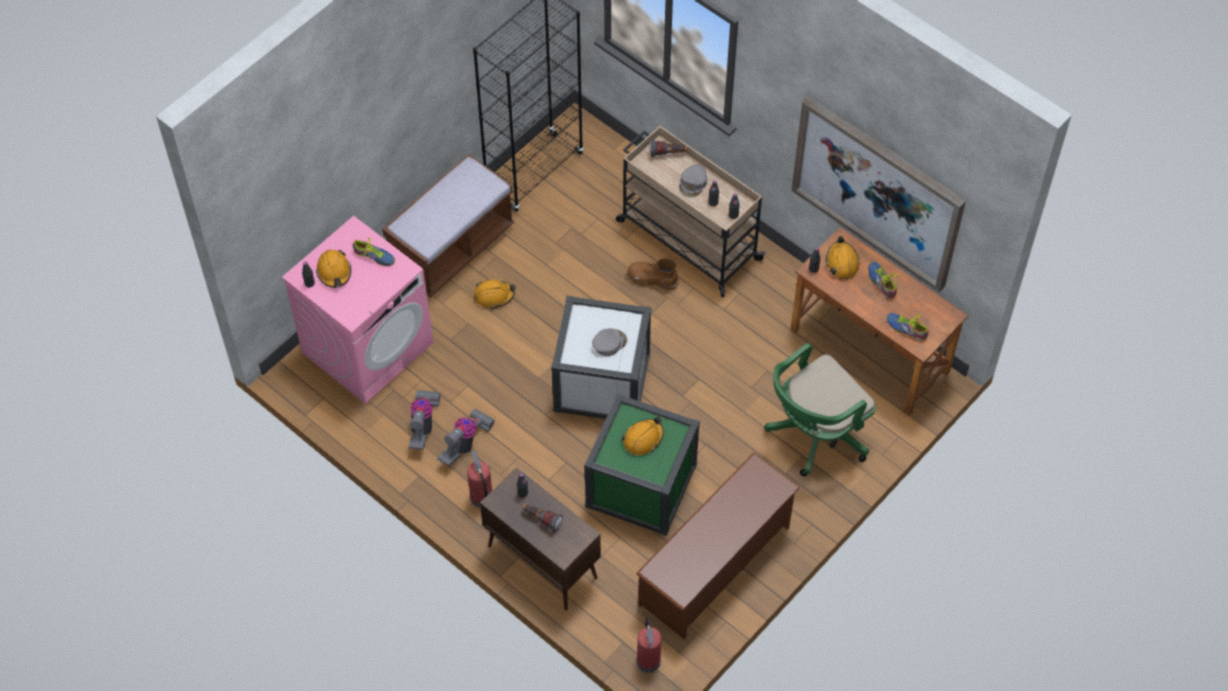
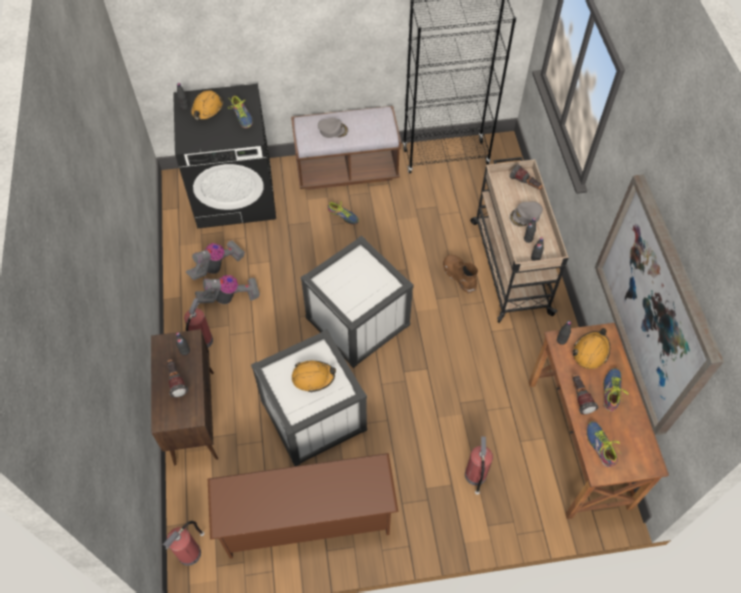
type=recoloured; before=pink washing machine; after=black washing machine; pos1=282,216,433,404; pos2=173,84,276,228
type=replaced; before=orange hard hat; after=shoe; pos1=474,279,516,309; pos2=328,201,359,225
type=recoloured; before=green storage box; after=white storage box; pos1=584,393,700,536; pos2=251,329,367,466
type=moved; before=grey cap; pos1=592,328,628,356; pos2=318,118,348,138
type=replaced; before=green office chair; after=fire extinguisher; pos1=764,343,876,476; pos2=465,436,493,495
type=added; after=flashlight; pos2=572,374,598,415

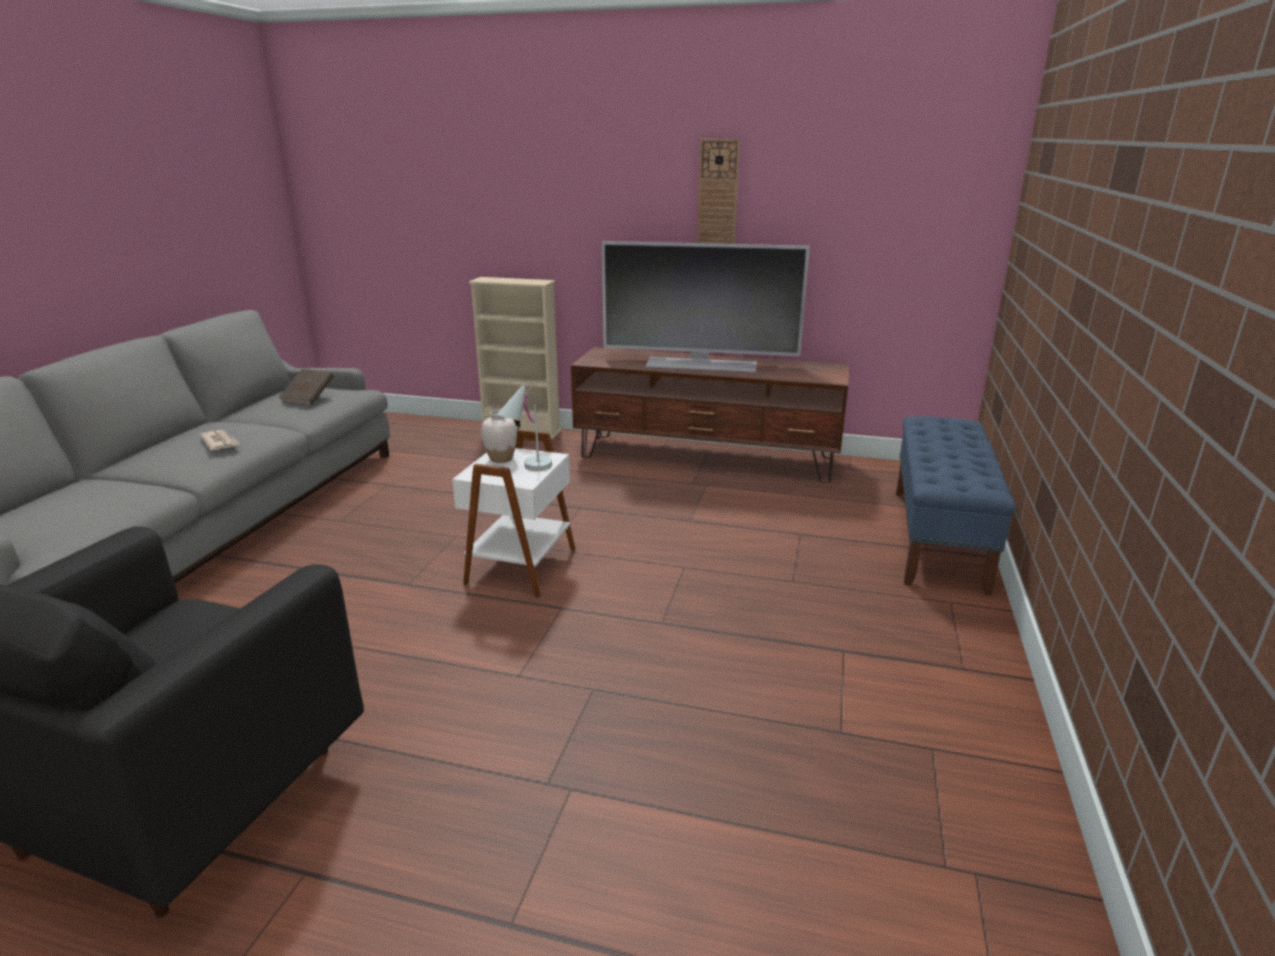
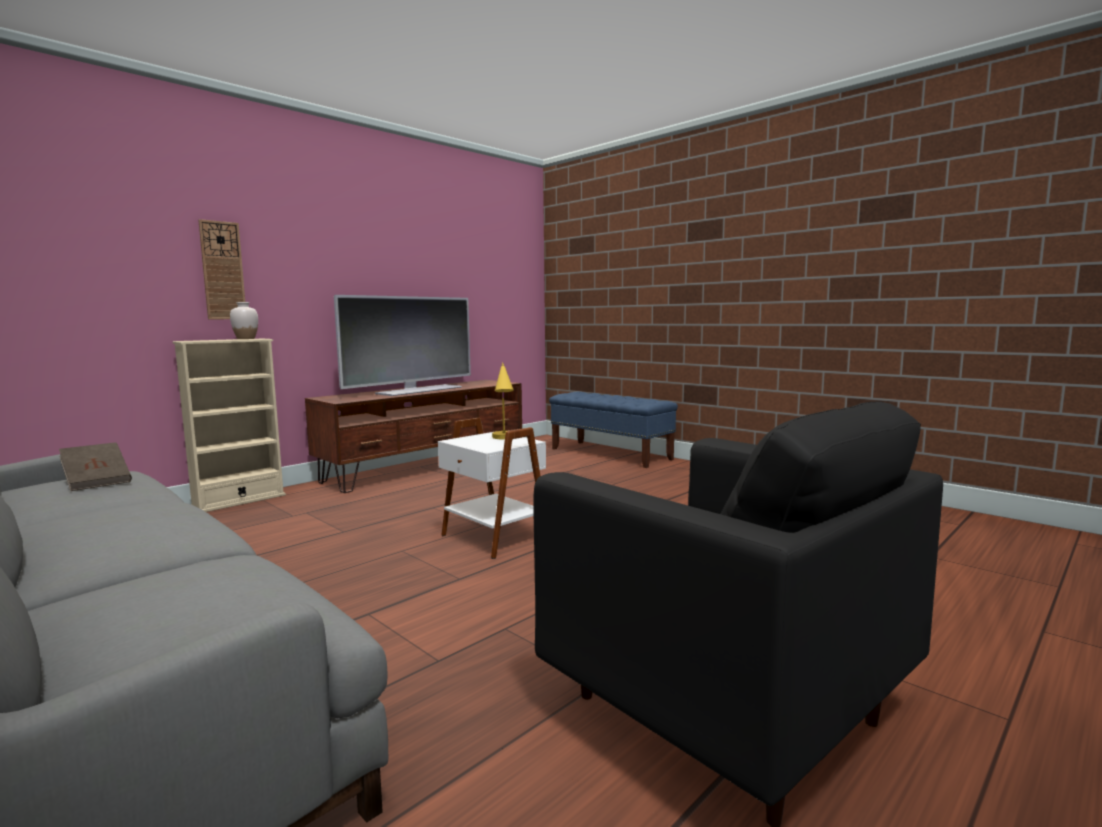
type=removed; before=newspaper; pos1=199,430,240,450
type=moved; before=white vase; pos1=481,410,517,463; pos2=230,302,258,339
type=recoloured; before=white table lamp; after=yellow table lamp; pos1=497,381,552,471; pos2=492,362,514,439
type=moved; before=wall clock; pos1=697,139,740,244; pos2=198,219,245,320

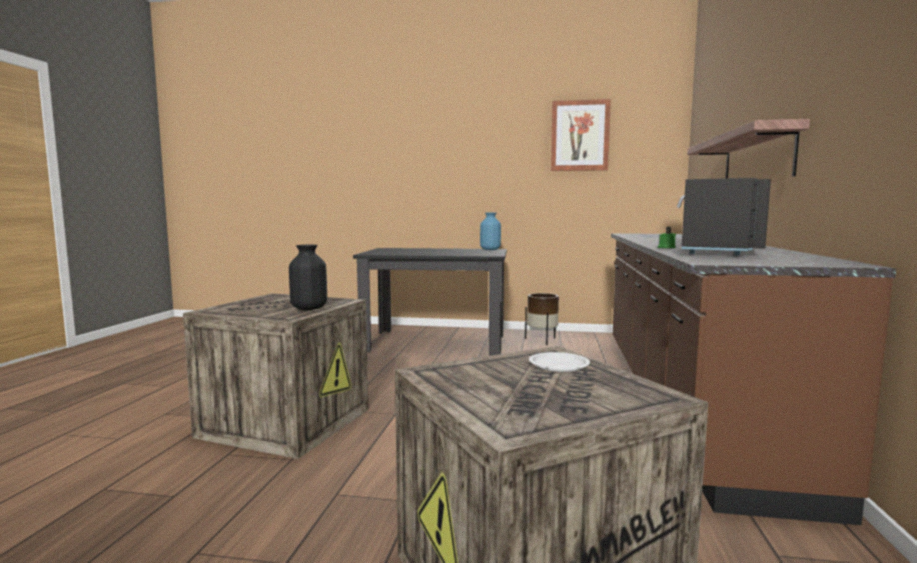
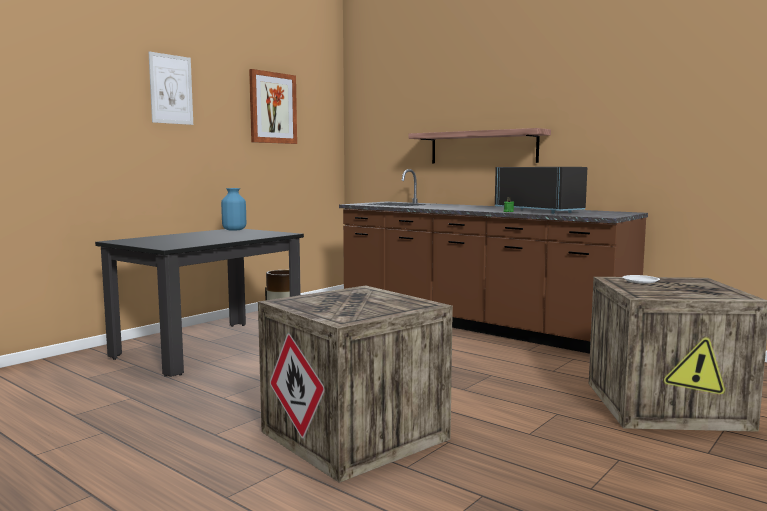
type=removed; before=black vase; pos1=289,245,327,310
type=added; after=picture; pos2=149,51,193,125

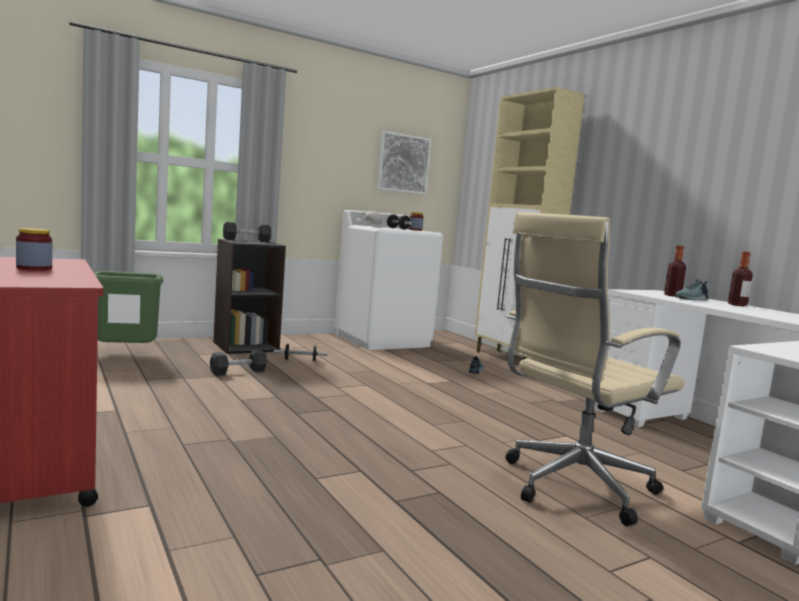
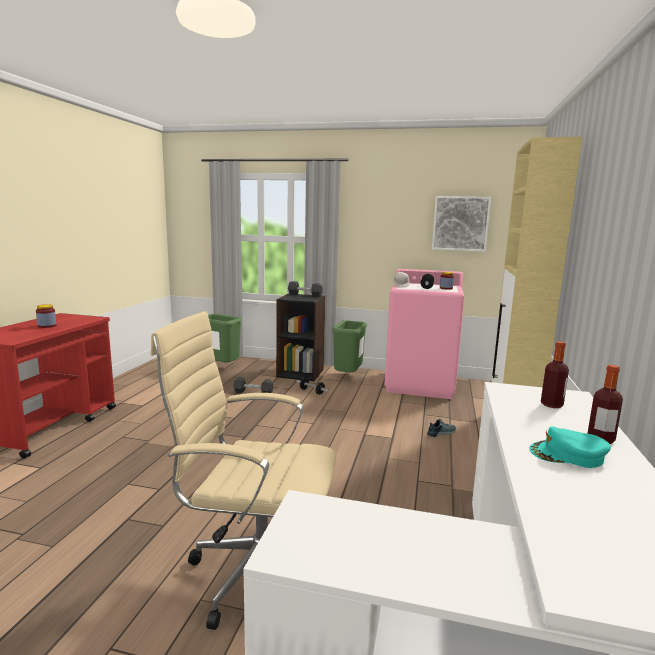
type=recoloured; before=white washing machine; after=pink washing machine; pos1=334,210,443,350; pos2=384,269,465,399
type=removed; before=shoe; pos1=674,279,708,300
type=added; after=green trash can; pos2=332,320,367,372
type=added; after=turquoise cap; pos2=529,427,611,468

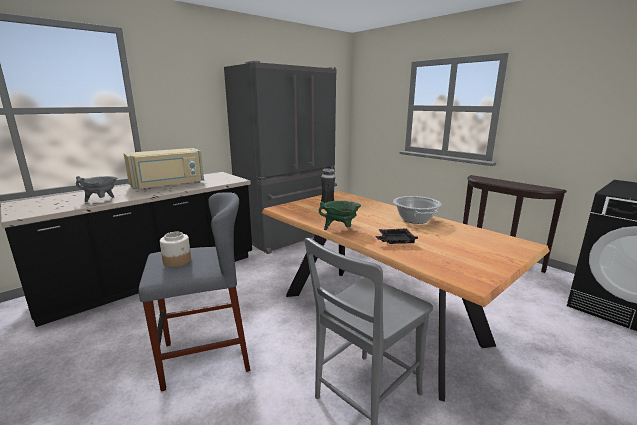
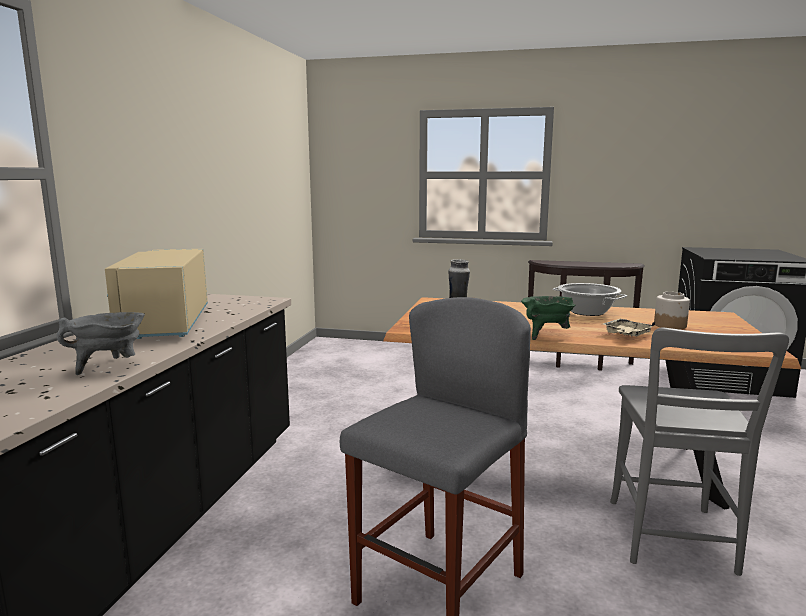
type=turned; before=beige microwave; pos1=124,148,204,190; pos2=105,249,208,339; turn=150
type=moved; before=jar; pos1=160,232,191,267; pos2=654,292,690,329
type=removed; before=grey fridge; pos1=224,61,337,254
type=recoloured; before=black tray; after=beige tray; pos1=375,229,418,244; pos2=603,319,655,337

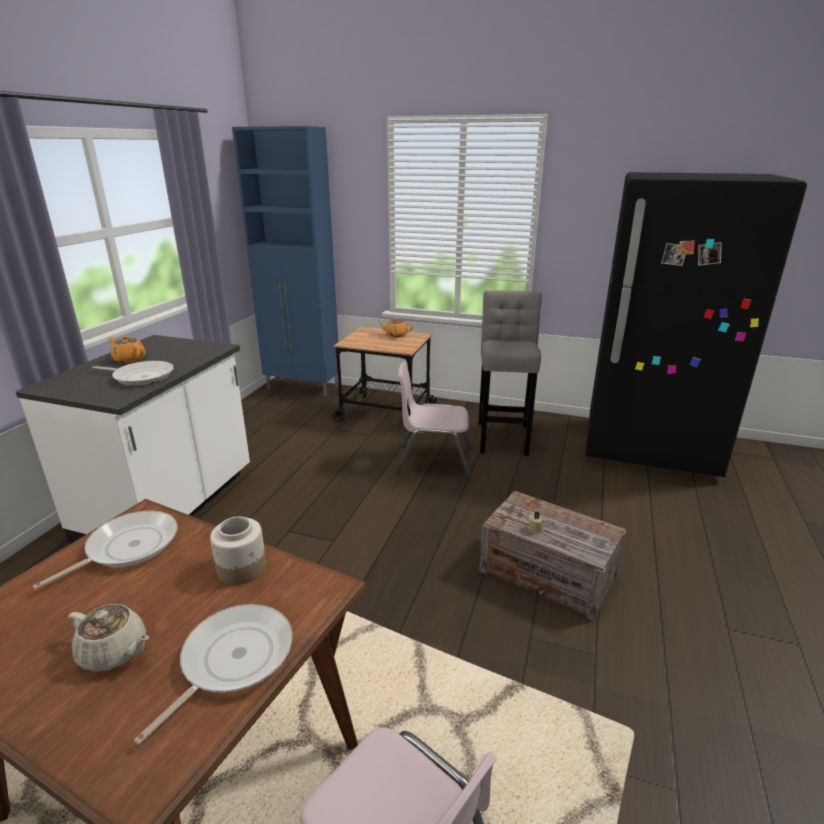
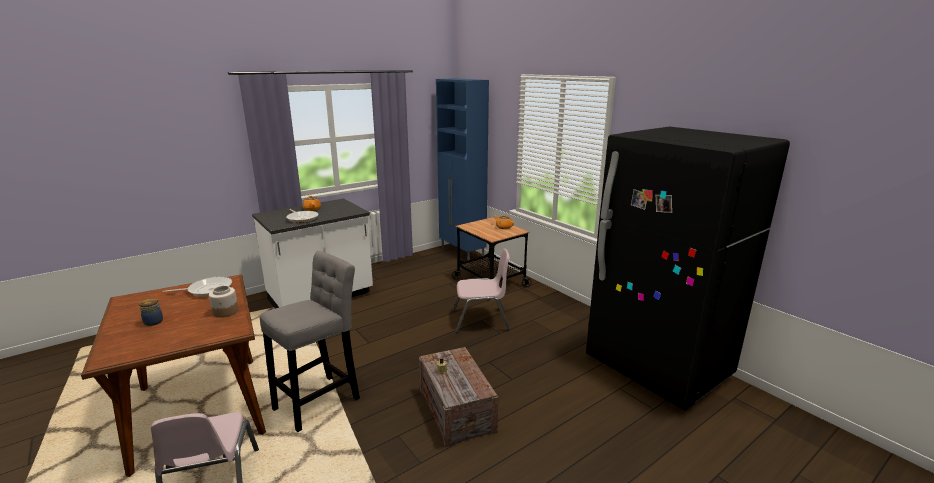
type=replaced; before=beige teapot; after=jar; pos1=68,604,149,672; pos2=139,298,163,326
type=removed; before=frying pan; pos1=134,604,293,745
type=turned; before=pink chair; pos1=396,362,472,479; pos2=453,248,510,333; turn=135
type=moved; before=grey stool; pos1=479,290,542,456; pos2=260,251,360,432

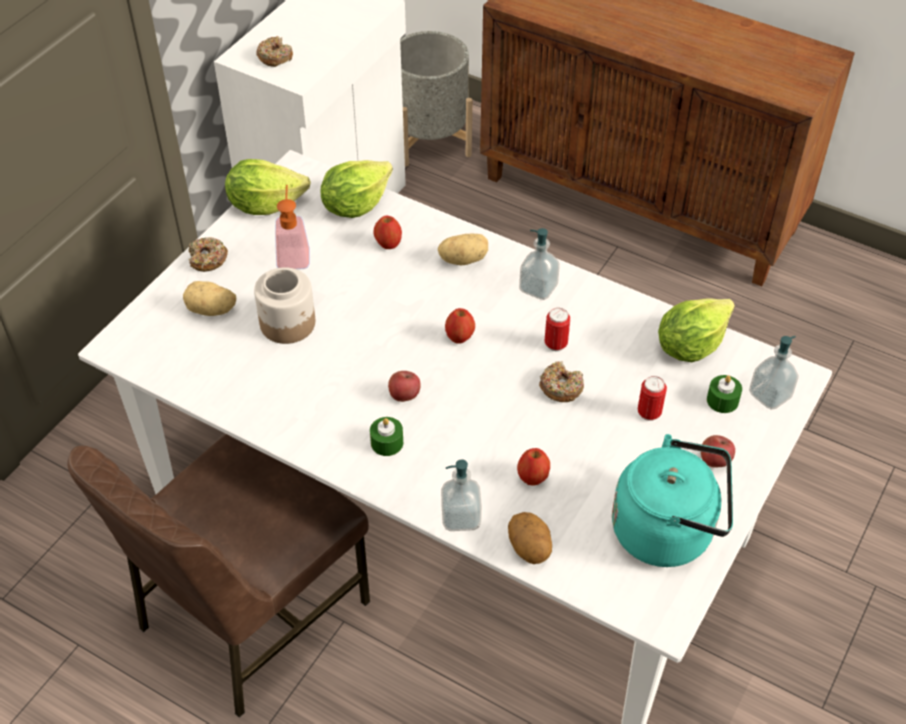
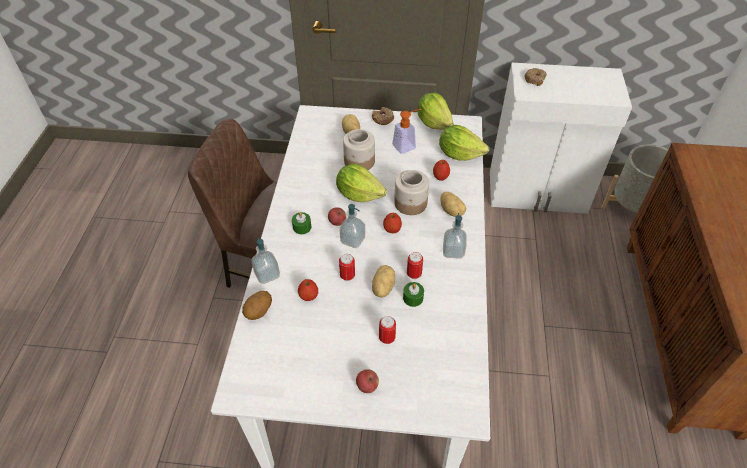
type=replaced; before=donut; after=potato; pos1=539,361,584,402; pos2=372,265,395,297
type=removed; before=turquoise kettle; pos1=612,434,733,567
type=moved; before=lettuce; pos1=658,298,735,362; pos2=336,164,387,202
type=moved; before=green candle; pos1=707,375,742,413; pos2=403,282,424,307
type=moved; before=soap dispenser; pos1=749,336,799,410; pos2=340,204,365,248
type=added; after=can; pos2=339,254,355,281
type=added; after=jar; pos2=394,170,429,215

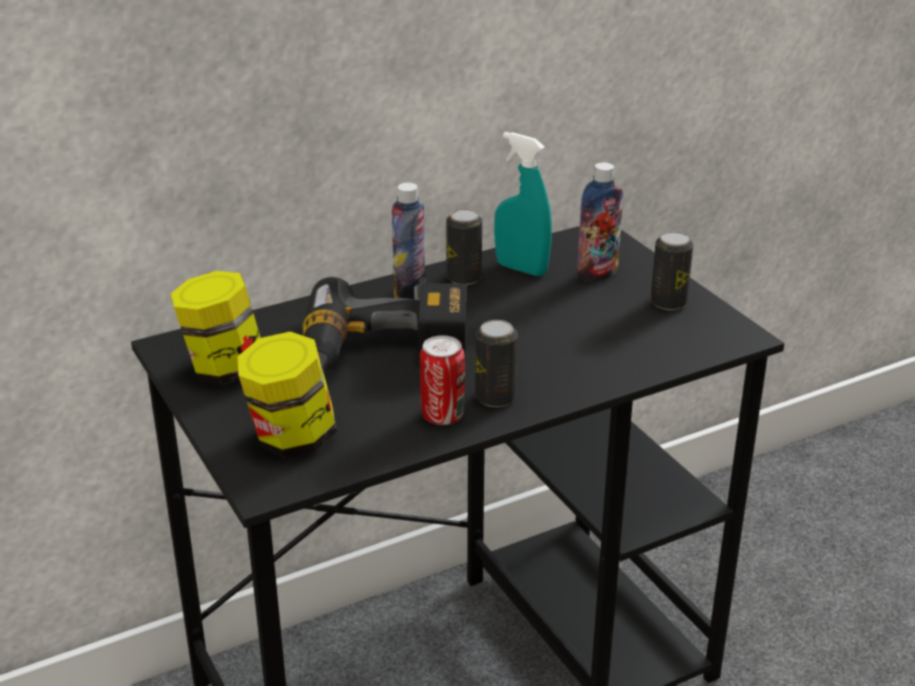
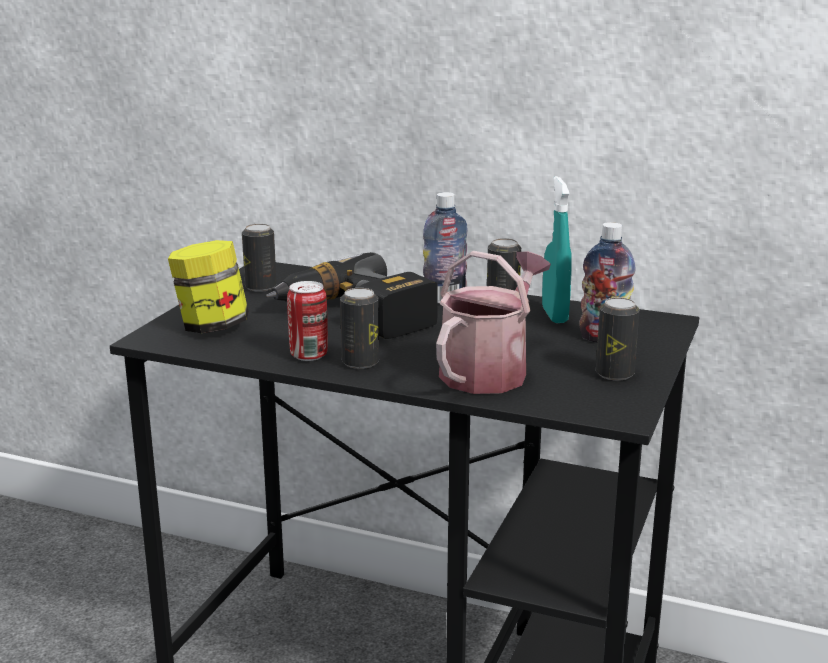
type=replaced; before=jar; after=can; pos1=170,271,261,385; pos2=242,224,277,292
type=added; after=watering can; pos2=436,251,551,394

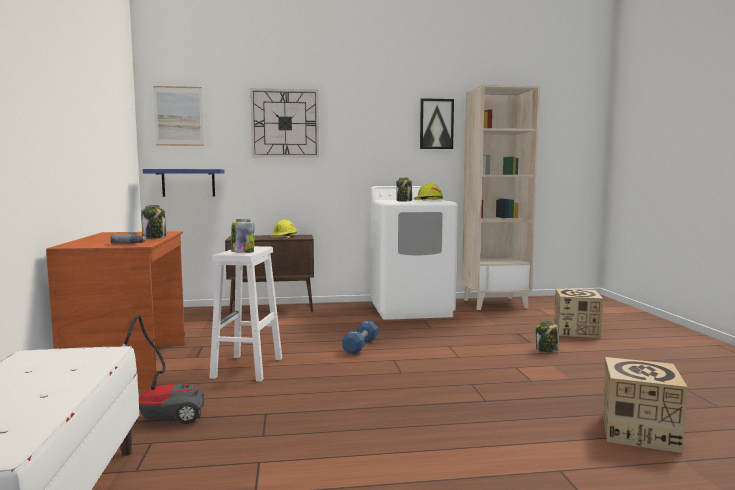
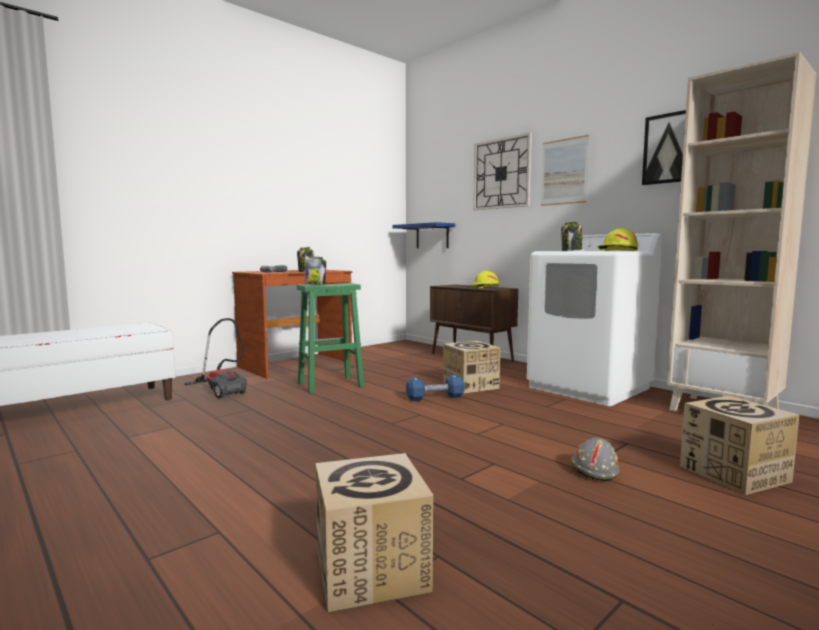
type=moved; before=picture; pos1=153,86,204,146; pos2=541,135,590,206
type=recoloured; before=white stool; after=green stool; pos1=209,246,282,381; pos2=297,283,364,394
type=replaced; before=jar; after=grey hard hat; pos1=536,321,559,352; pos2=571,438,619,481
type=added; after=cardboard box; pos2=443,341,500,394

